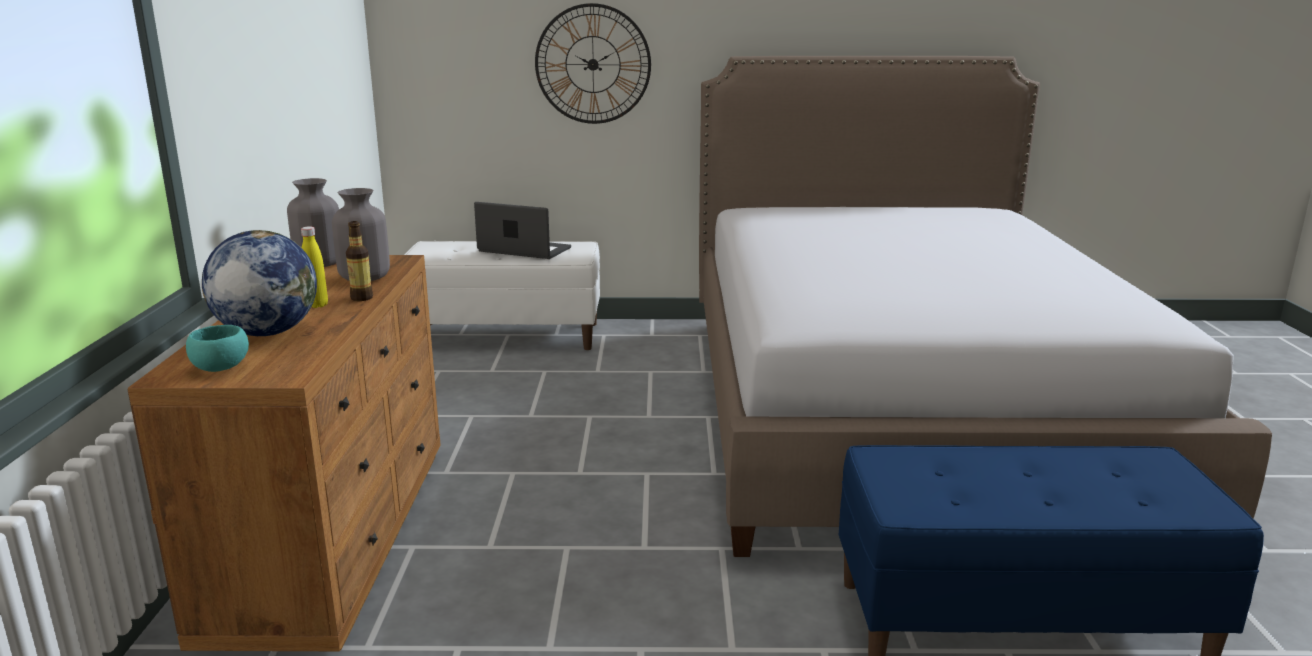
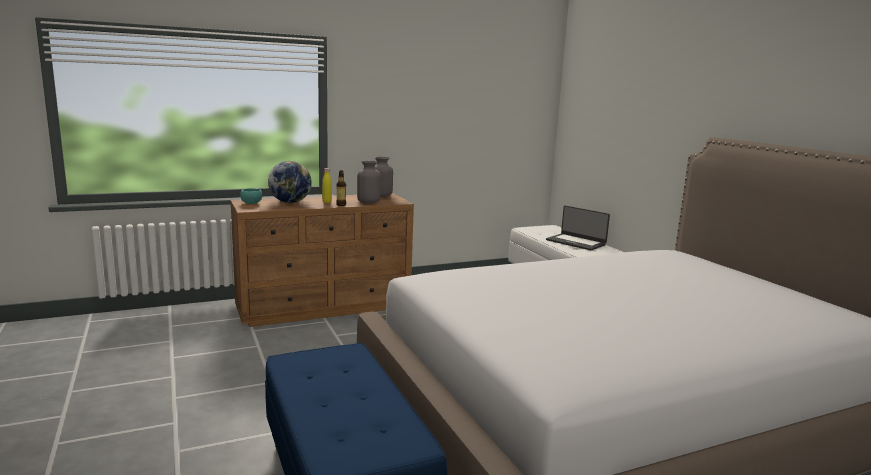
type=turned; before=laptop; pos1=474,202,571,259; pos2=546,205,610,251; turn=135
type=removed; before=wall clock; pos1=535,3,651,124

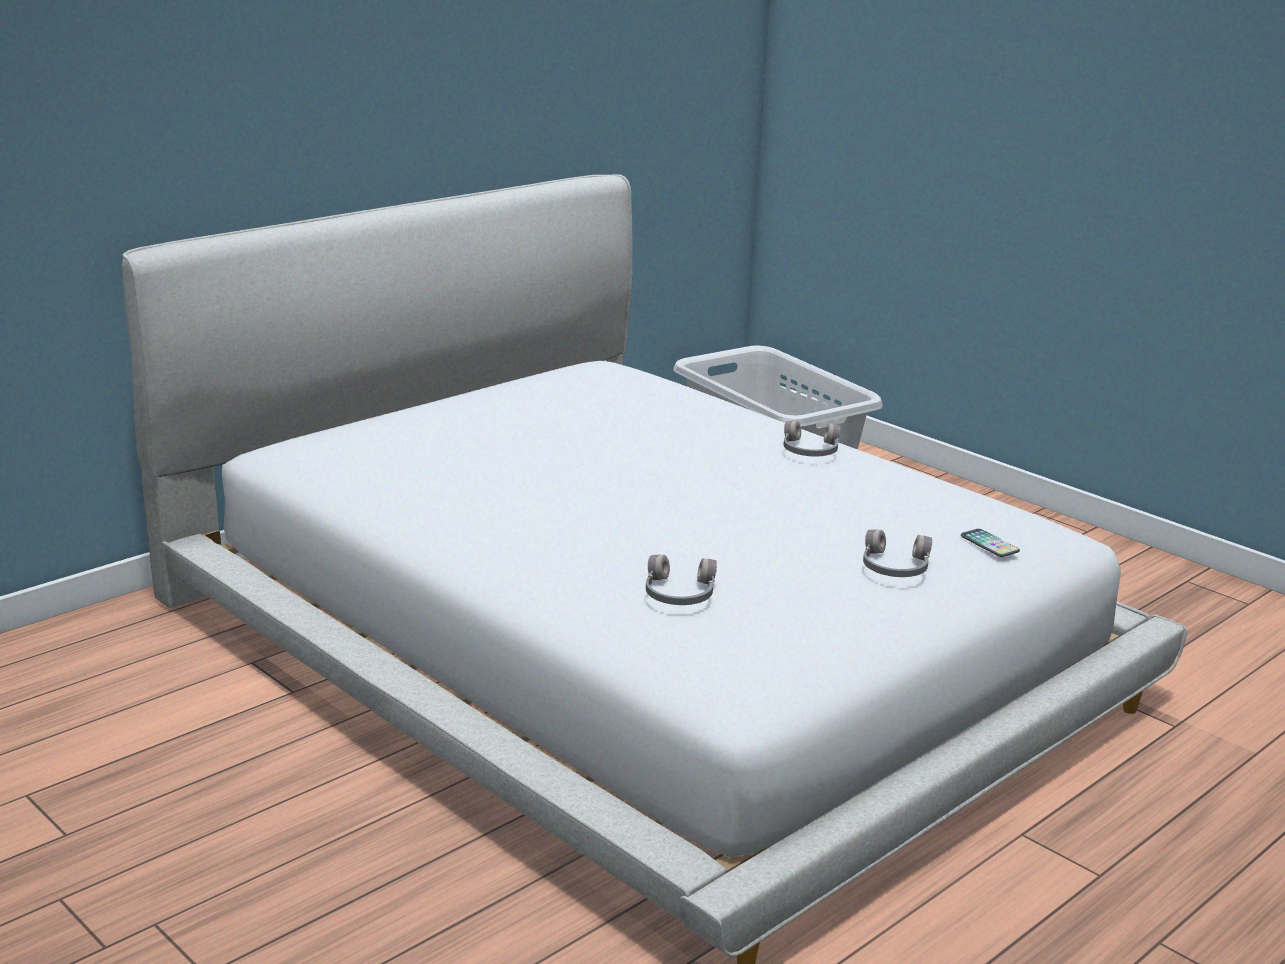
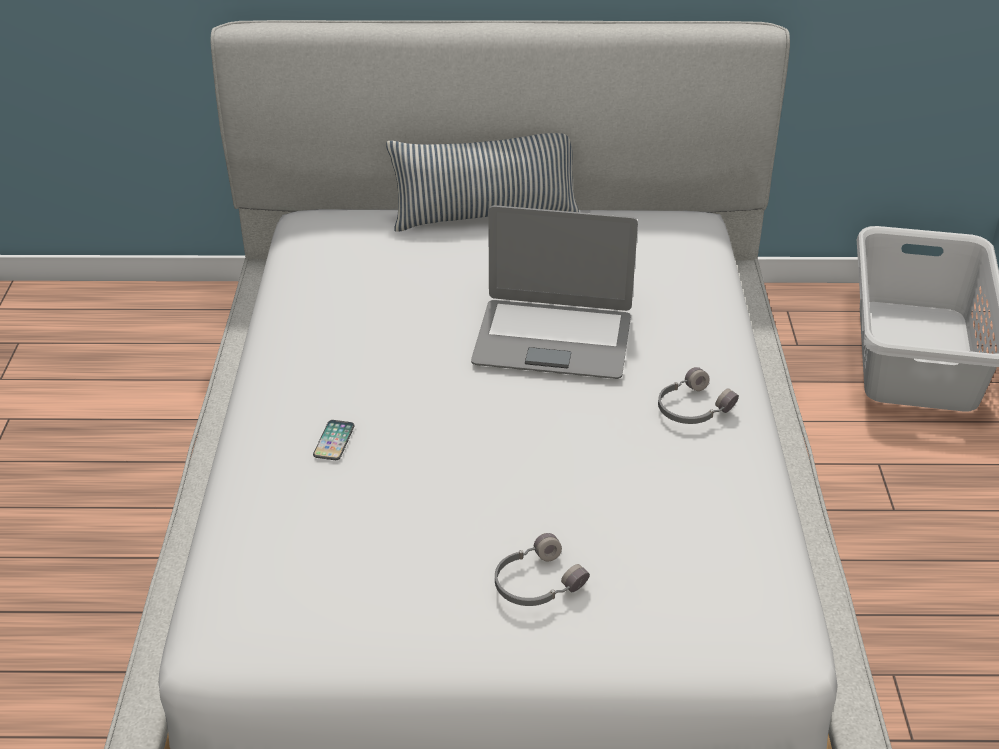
type=removed; before=grey headphones; pos1=646,555,717,605
type=moved; before=phone; pos1=961,529,1020,557; pos2=313,420,355,460
type=added; after=pillow; pos2=386,133,579,232
type=added; after=laptop; pos2=471,205,638,379

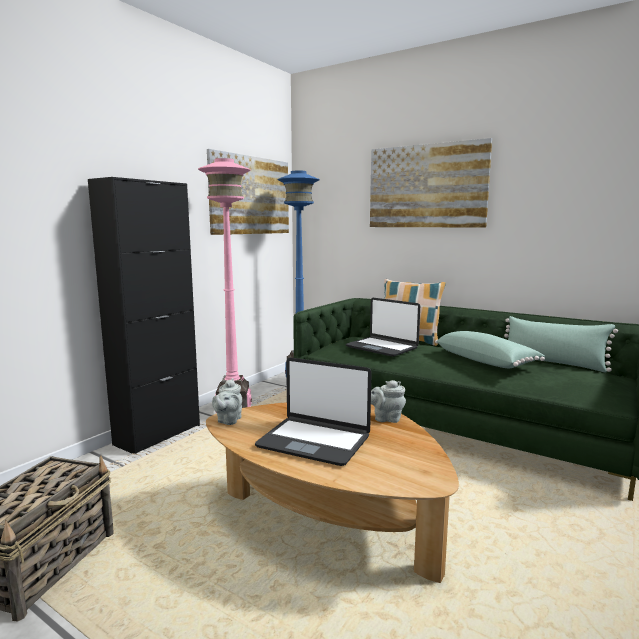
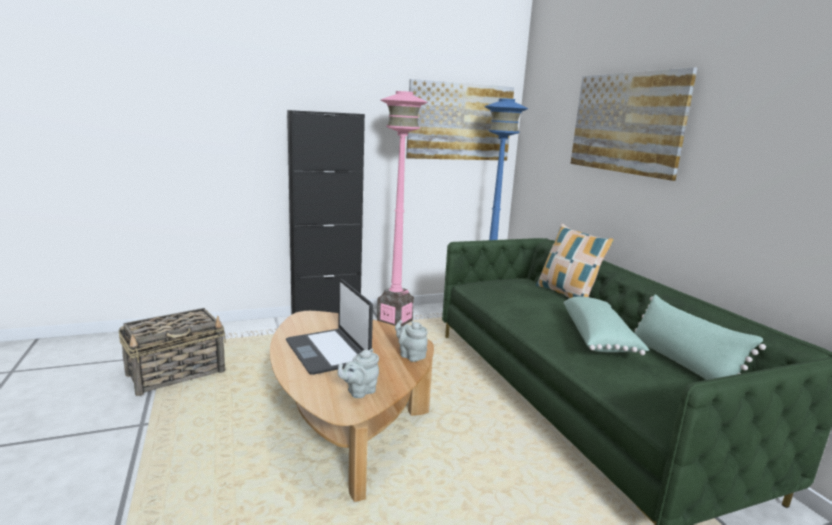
type=moved; before=grey teapot; pos1=212,378,242,425; pos2=338,349,379,398
type=removed; before=laptop; pos1=346,298,420,357

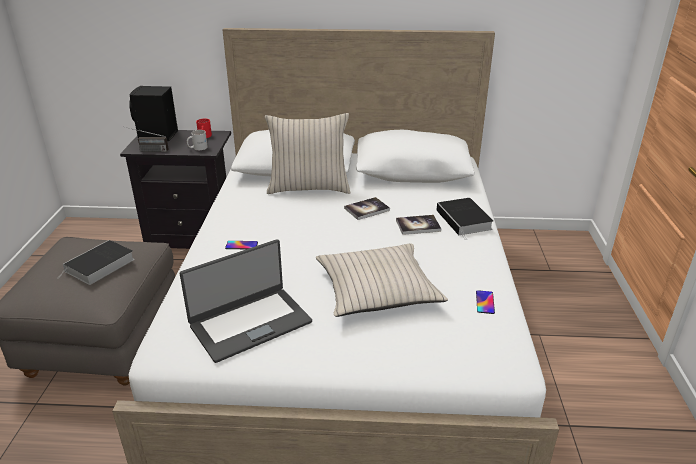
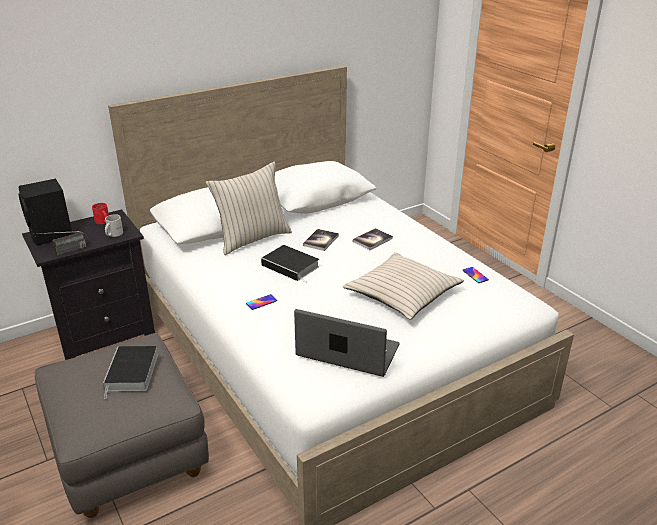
type=turned; before=laptop; pos1=180,239,312,363; pos2=294,309,399,377; turn=-90
type=moved; before=book; pos1=436,198,494,240; pos2=261,245,319,283

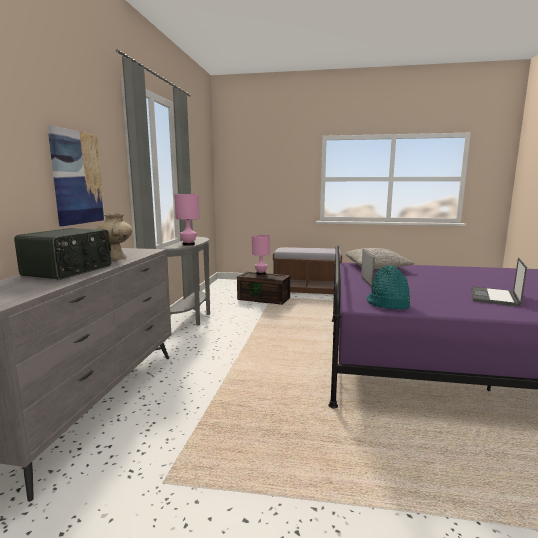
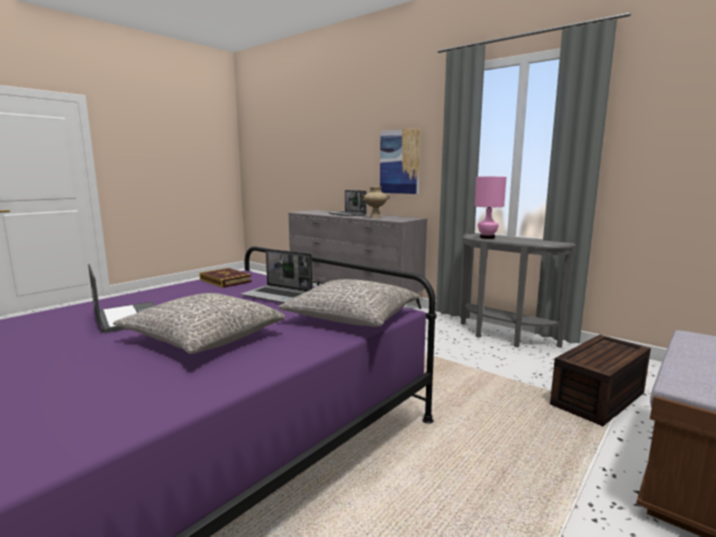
type=replaced; before=radio; after=laptop; pos1=14,228,111,280; pos2=328,190,367,216
type=removed; before=pink table lamp; pos1=252,235,270,275
type=replaced; before=turquoise hat; after=book; pos1=367,265,410,309; pos2=199,268,252,288
type=added; after=grey pillow; pos2=113,293,285,354

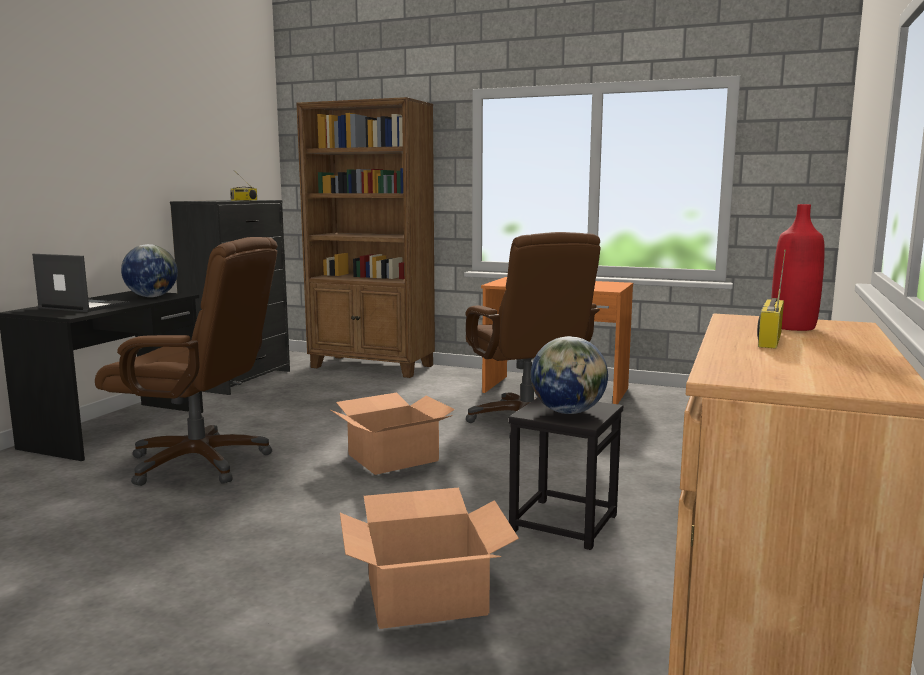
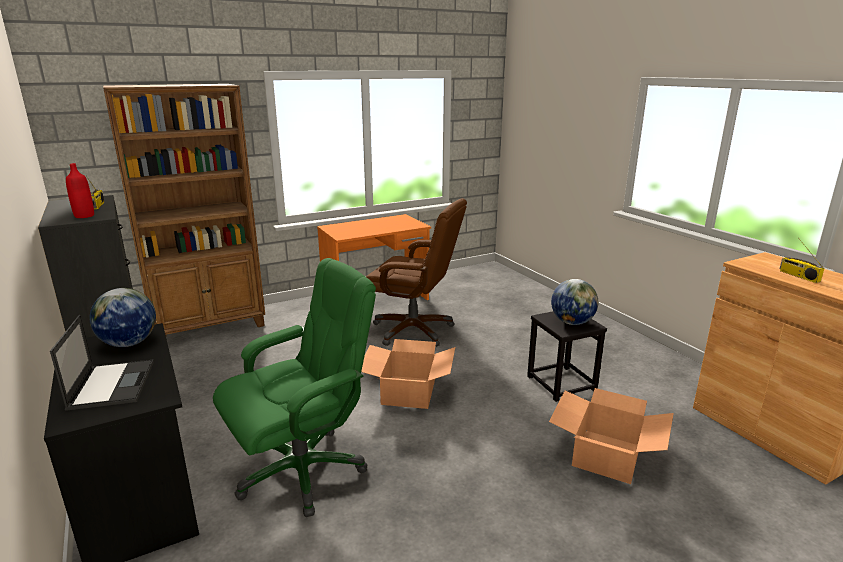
type=turned; before=laptop; pos1=32,254,130,312; pos2=50,315,154,411; turn=105
type=recoloured; before=brown office chair; after=green office chair; pos1=95,237,277,486; pos2=213,258,376,517
type=moved; before=red bottle; pos1=771,204,825,331; pos2=66,163,94,218

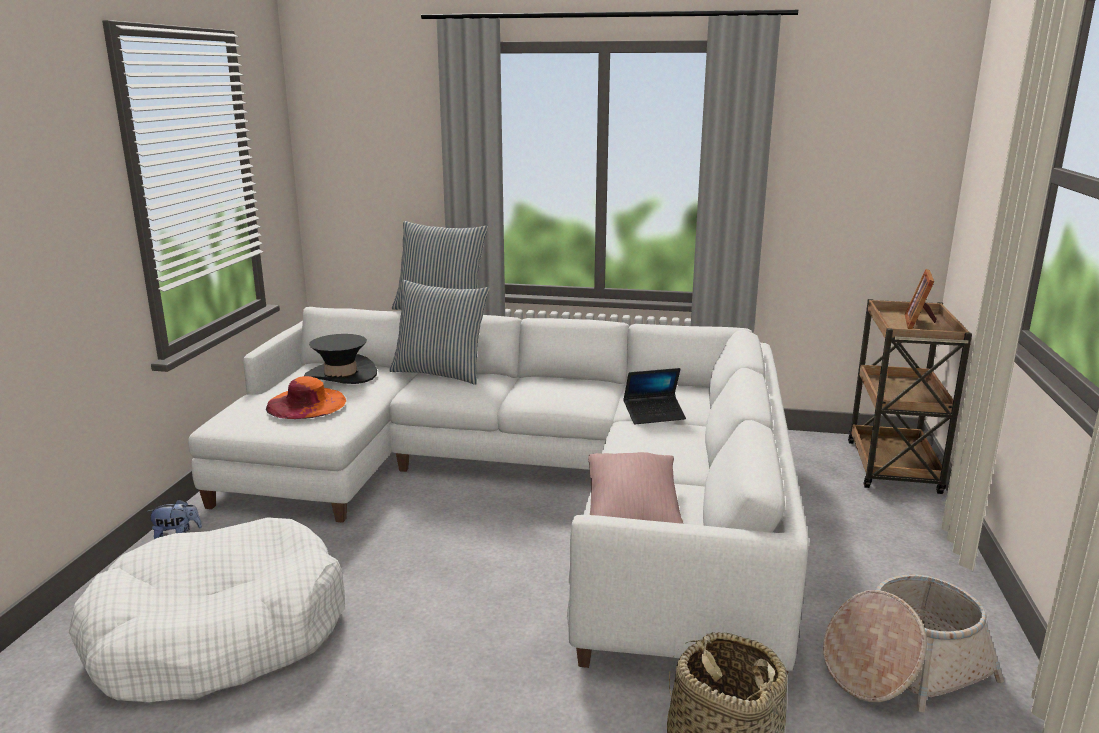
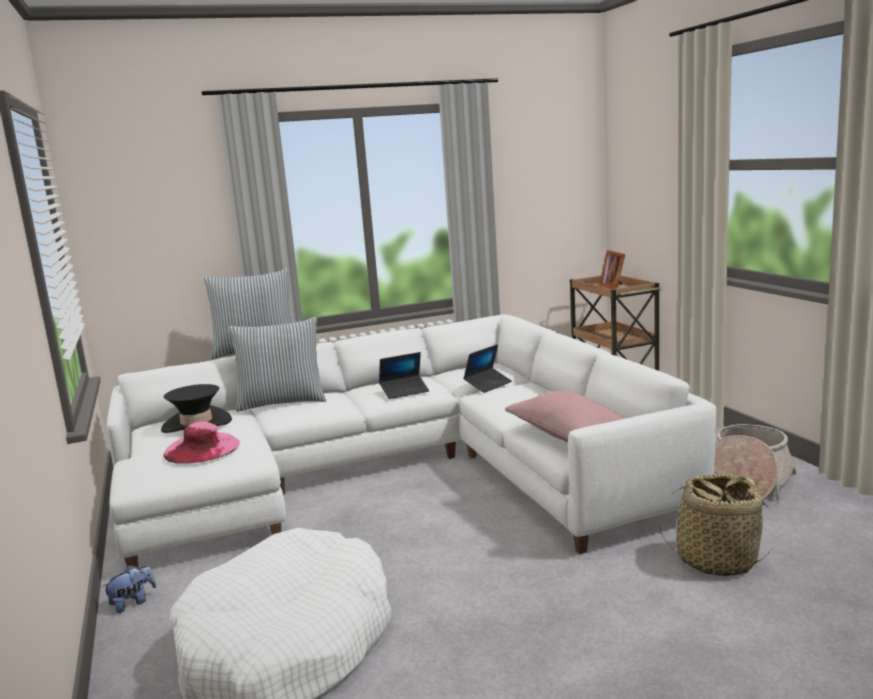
type=recoloured; before=orange hat; after=pink hat; pos1=266,376,346,419; pos2=164,422,240,464
type=added; after=laptop; pos2=379,352,429,399

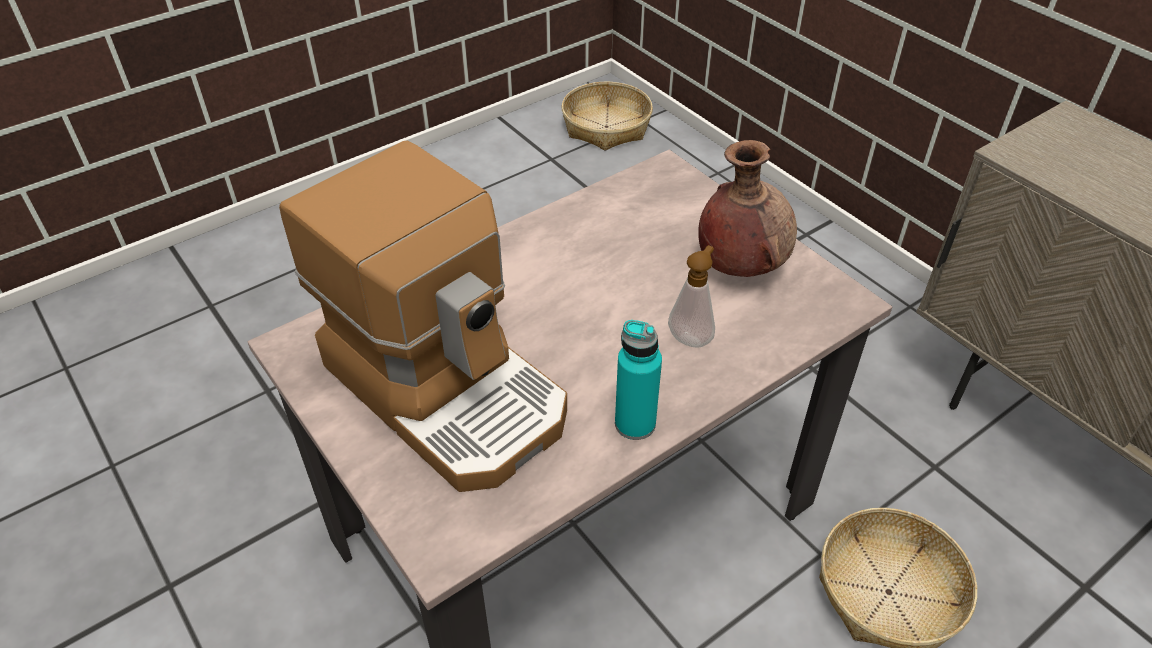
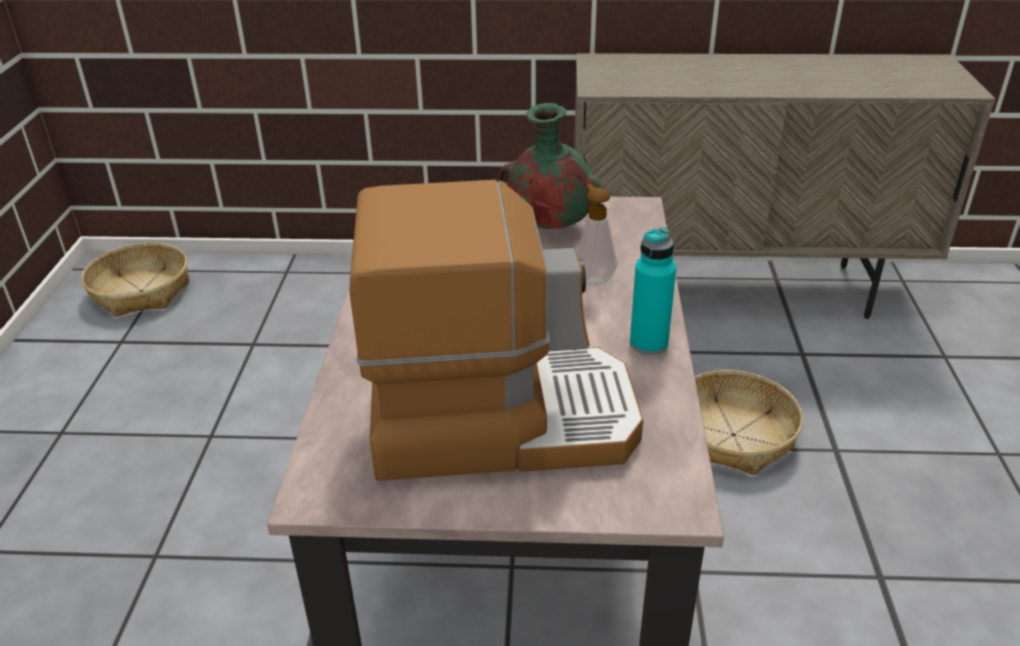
type=recoloured; before=brown vase; after=green vase; pos1=698,140,797,277; pos2=498,103,603,229

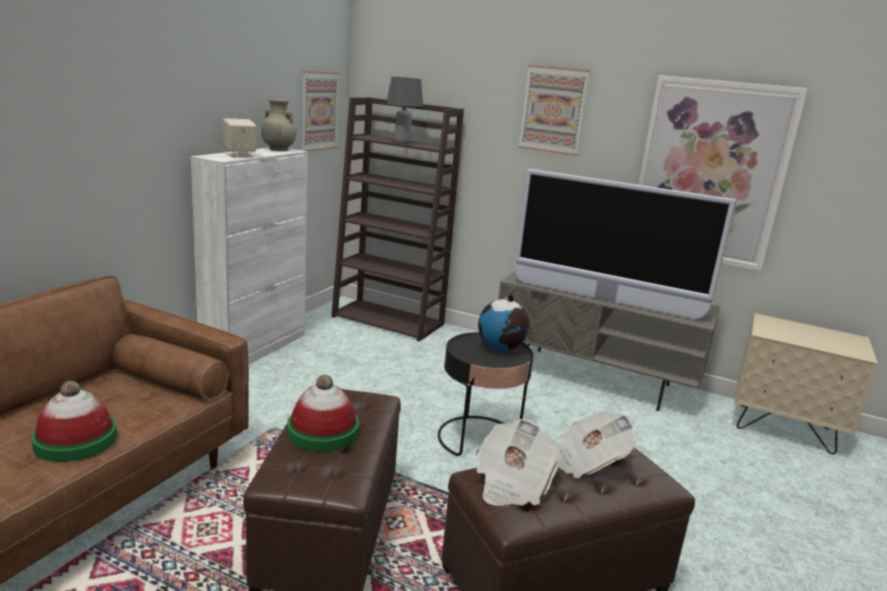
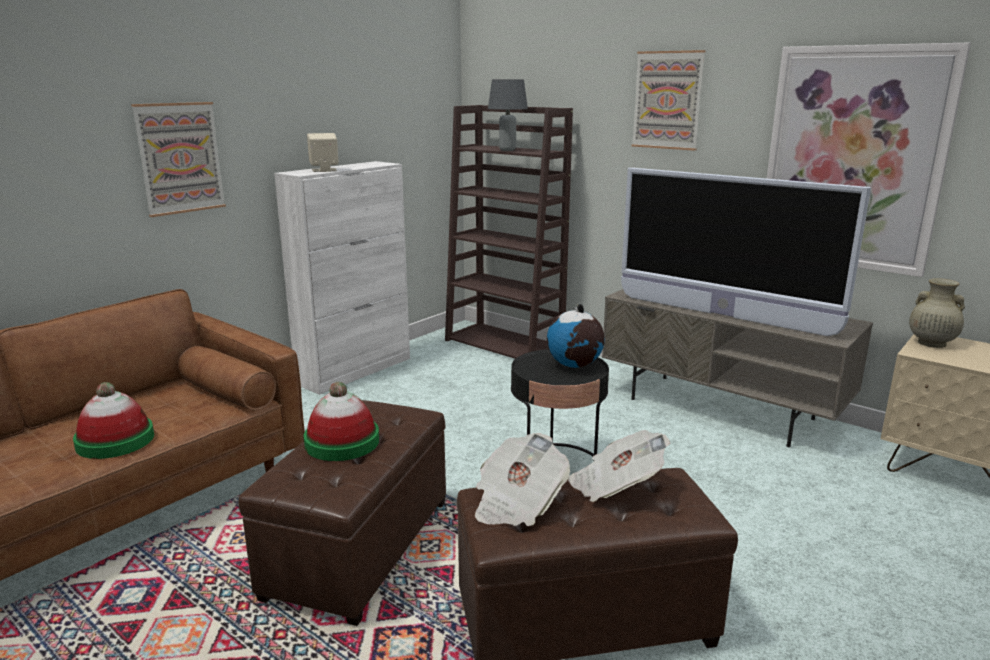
type=moved; before=beige vase; pos1=261,100,297,151; pos2=909,278,965,348
type=moved; before=picture; pos1=302,71,340,151; pos2=131,102,226,217

